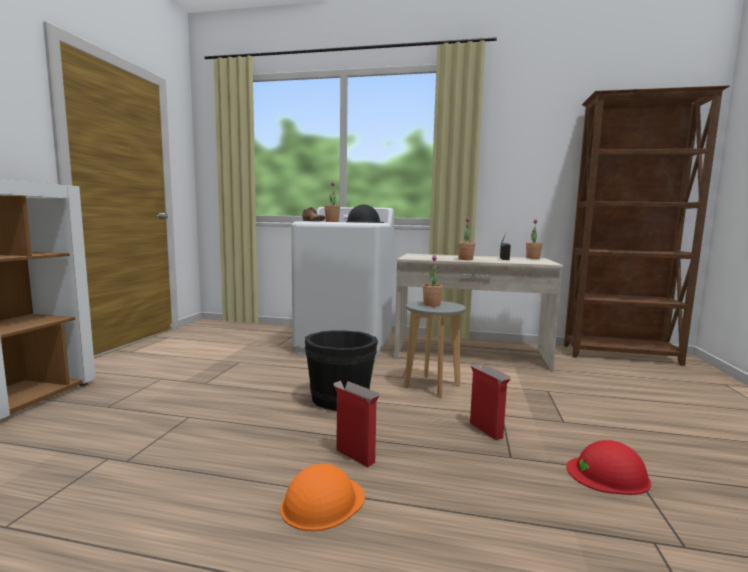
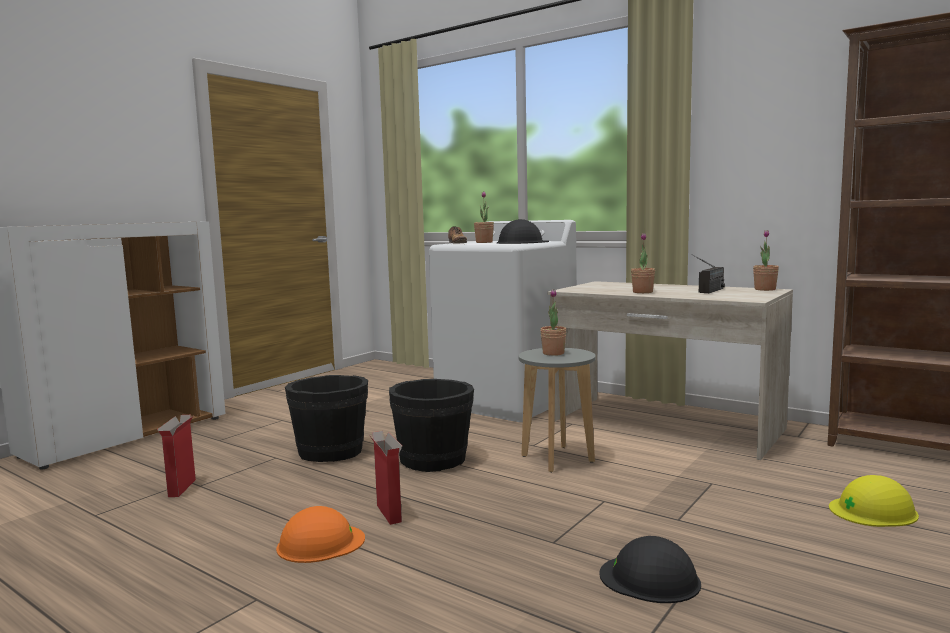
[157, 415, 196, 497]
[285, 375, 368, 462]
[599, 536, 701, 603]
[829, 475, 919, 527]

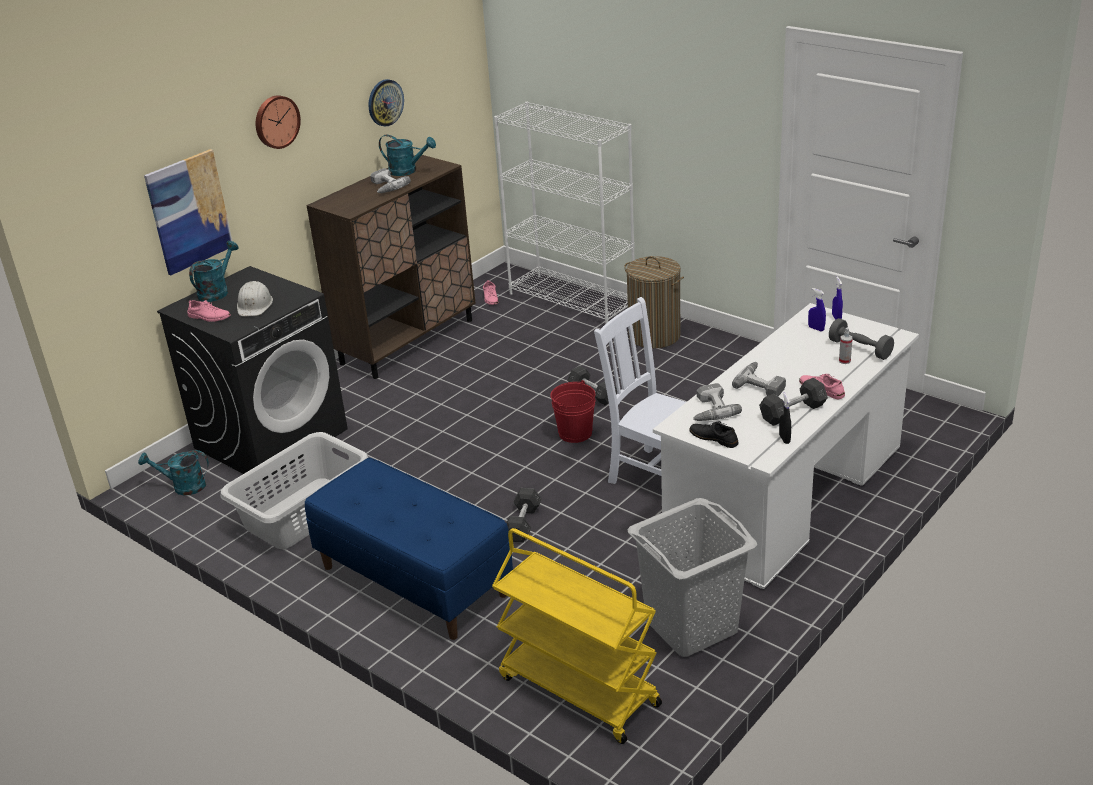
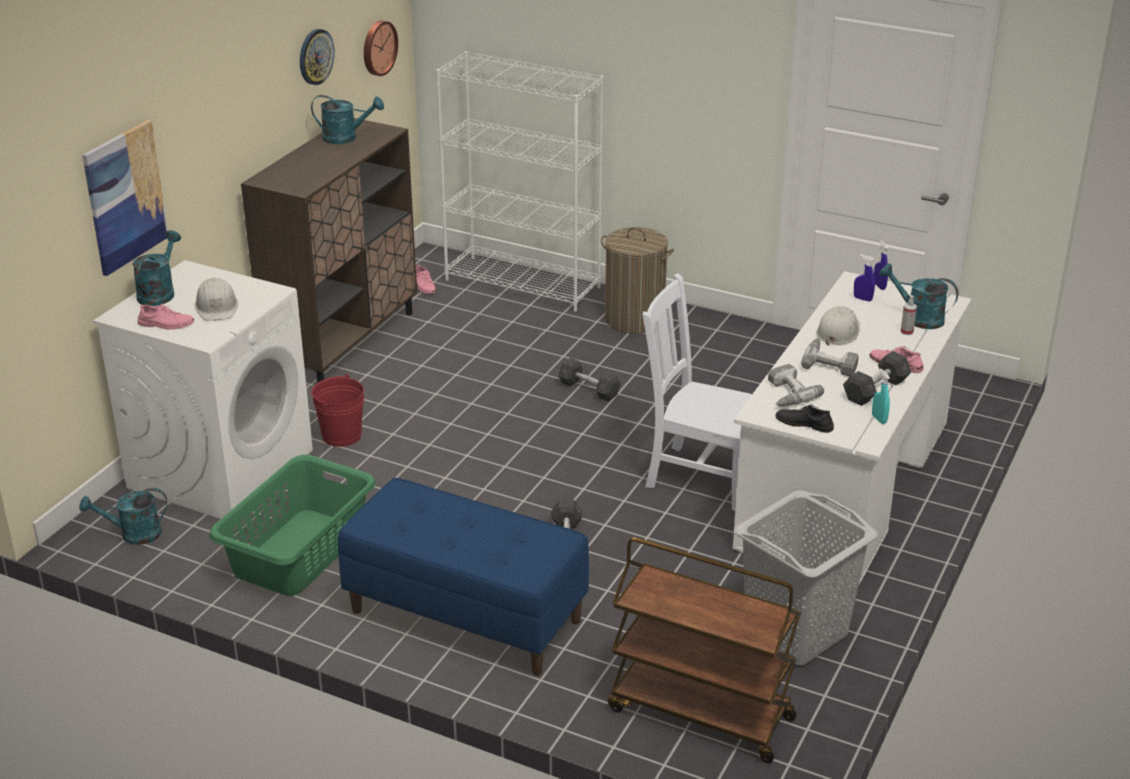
[93, 260, 313, 519]
[209, 454, 376, 596]
[311, 374, 364, 447]
[364, 21, 398, 76]
[608, 537, 801, 763]
[816, 306, 860, 346]
[872, 368, 890, 424]
[879, 263, 958, 329]
[370, 168, 411, 193] (first image)

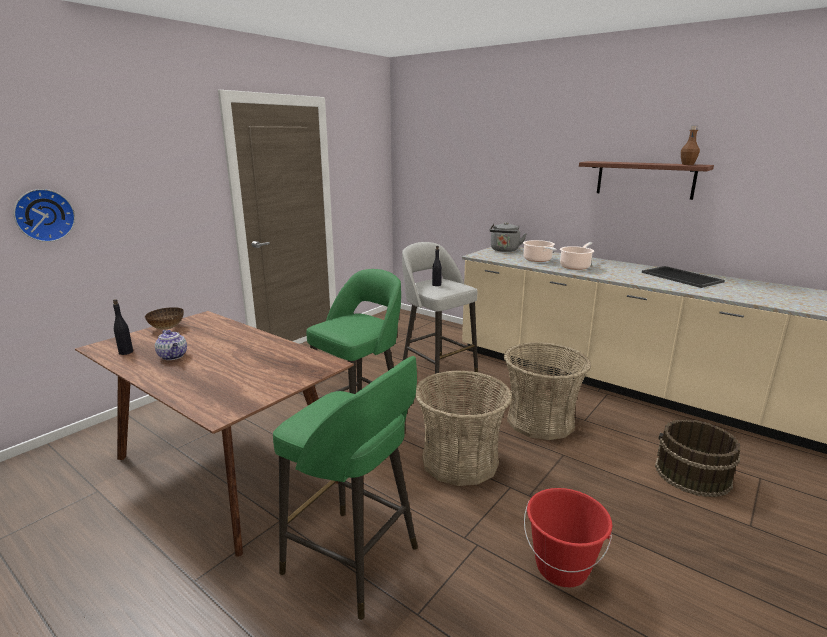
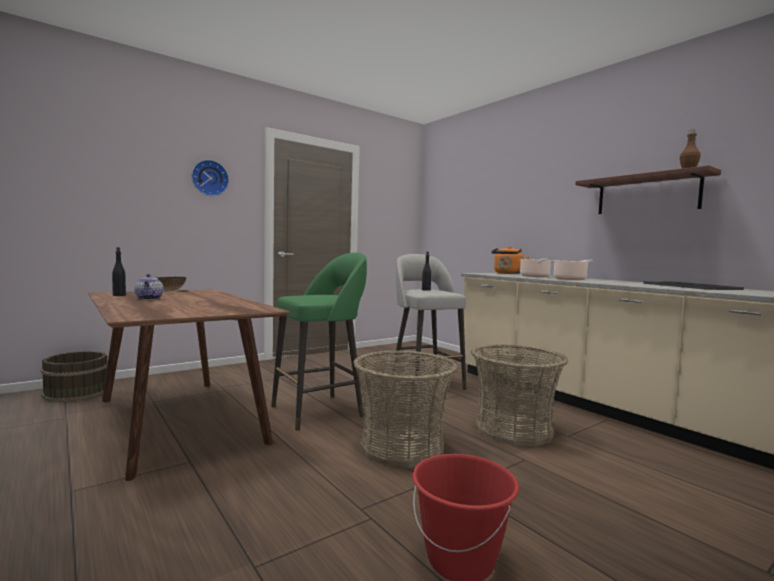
[41, 351, 108, 402]
[192, 160, 229, 197]
[491, 246, 529, 274]
[273, 356, 418, 620] (first image)

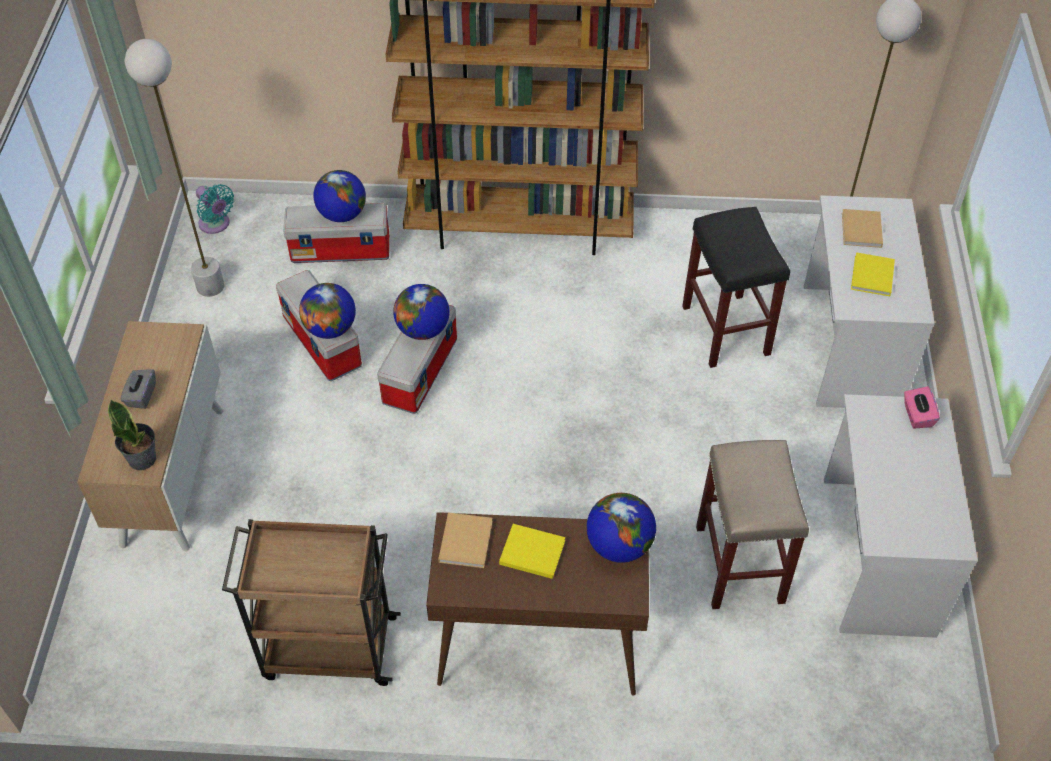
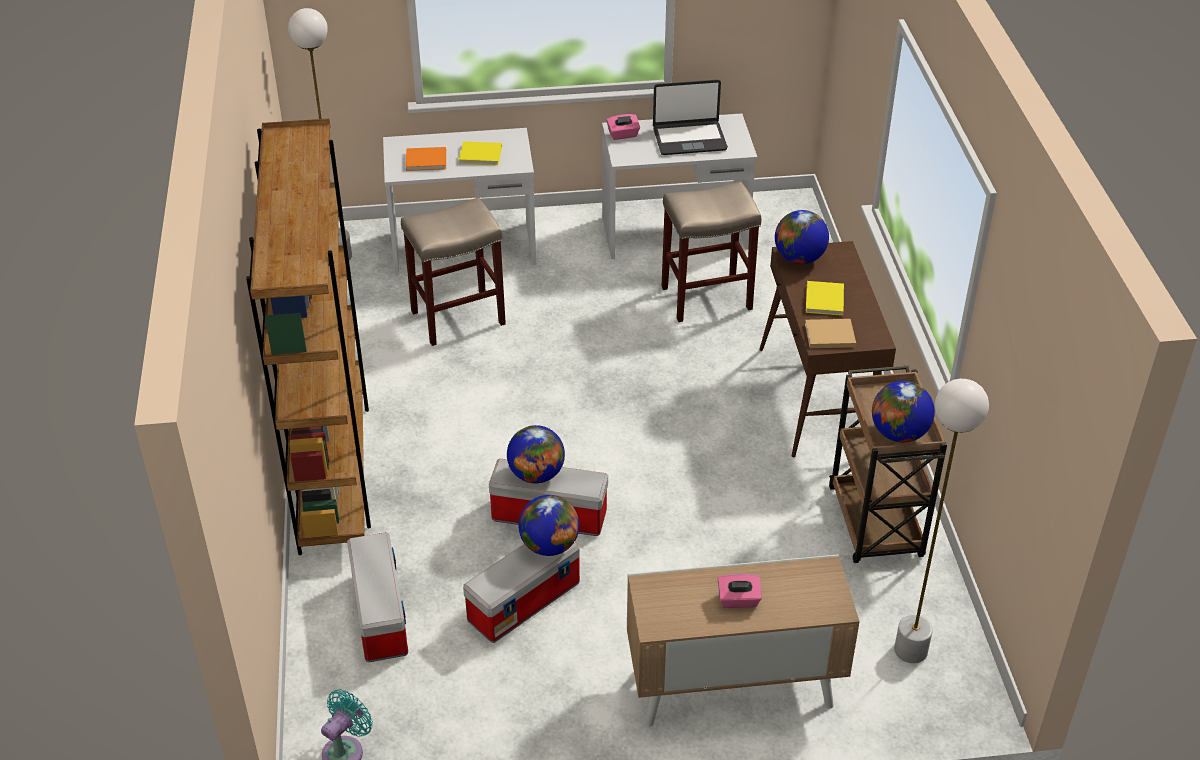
[401, 198, 506, 346]
[406, 147, 446, 171]
[653, 80, 728, 155]
[718, 574, 762, 608]
[872, 381, 935, 442]
[894, 379, 989, 663]
[108, 400, 156, 470] (first image)

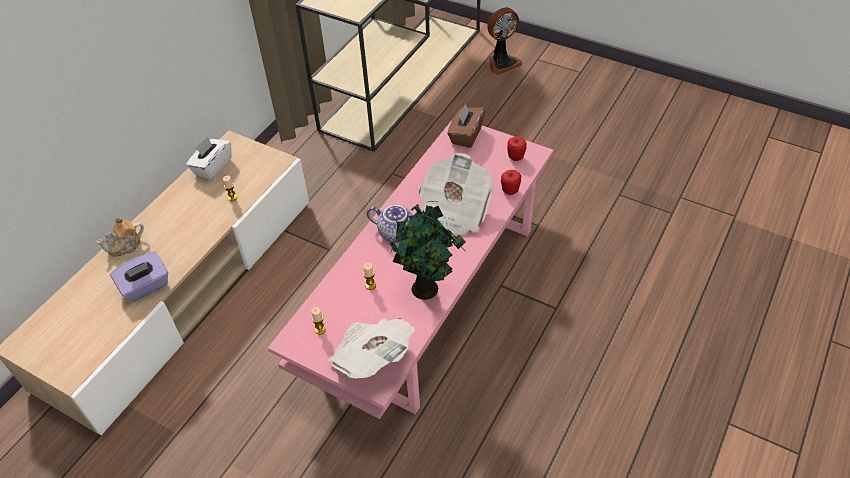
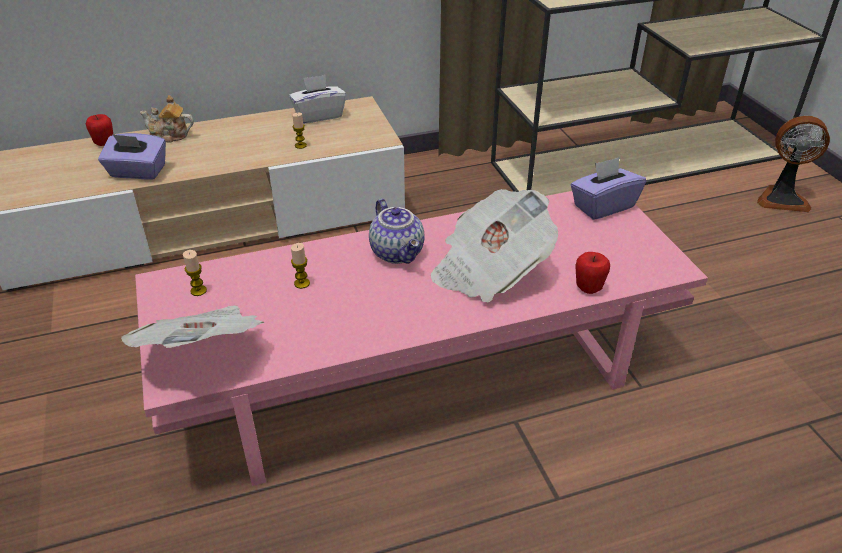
[86, 114, 113, 146]
[570, 157, 646, 220]
[390, 201, 466, 300] (first image)

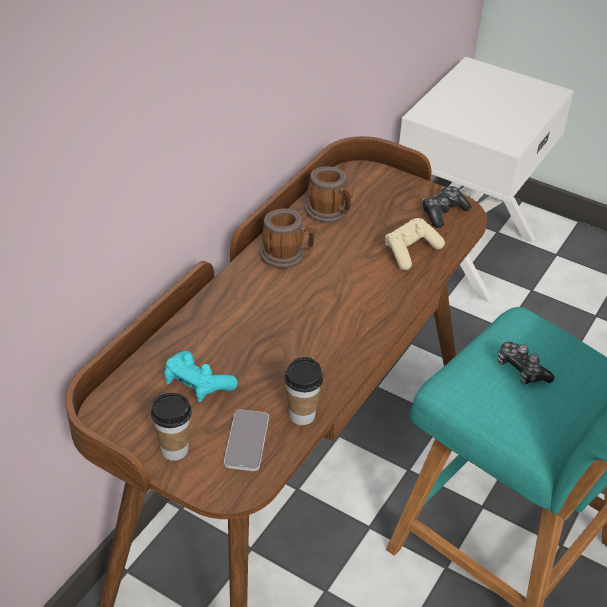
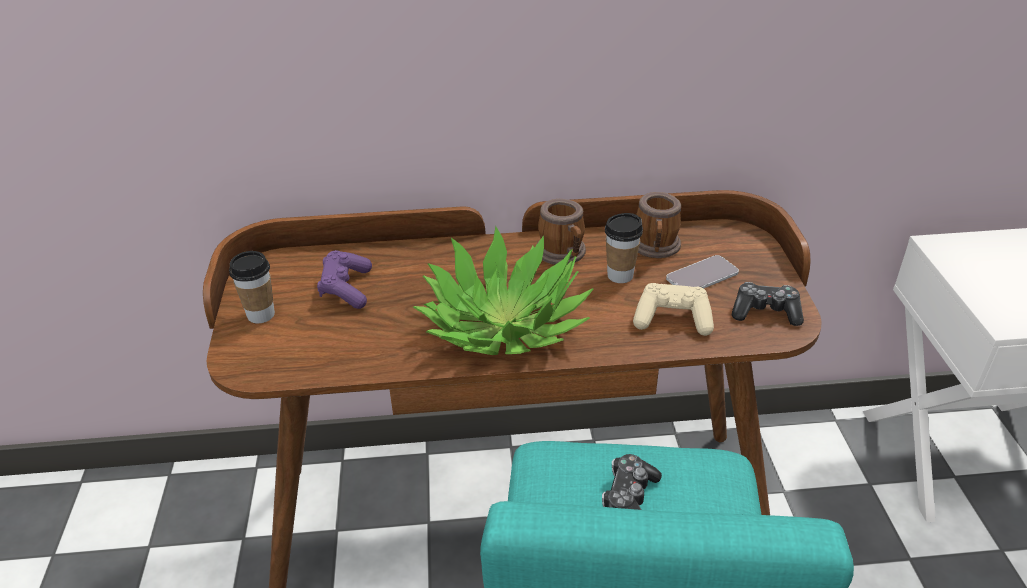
[317, 250, 372, 309]
[413, 226, 594, 355]
[605, 213, 643, 283]
[666, 255, 739, 288]

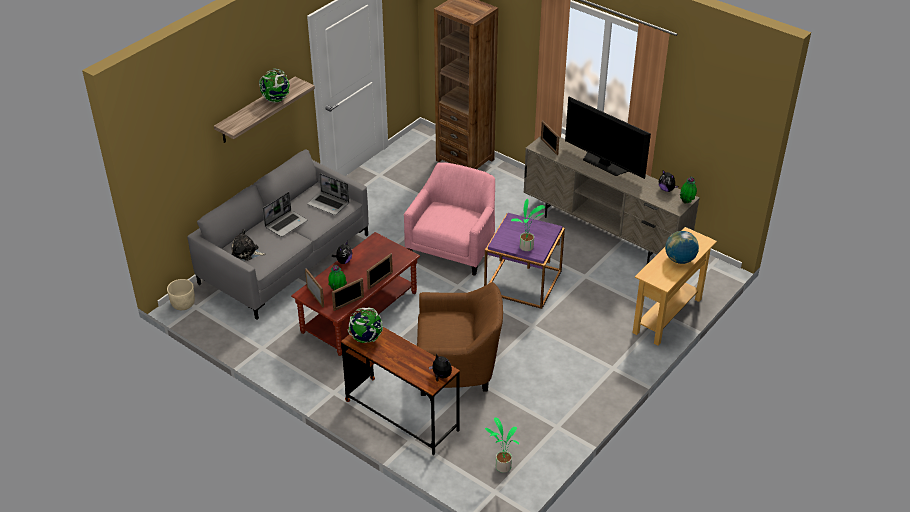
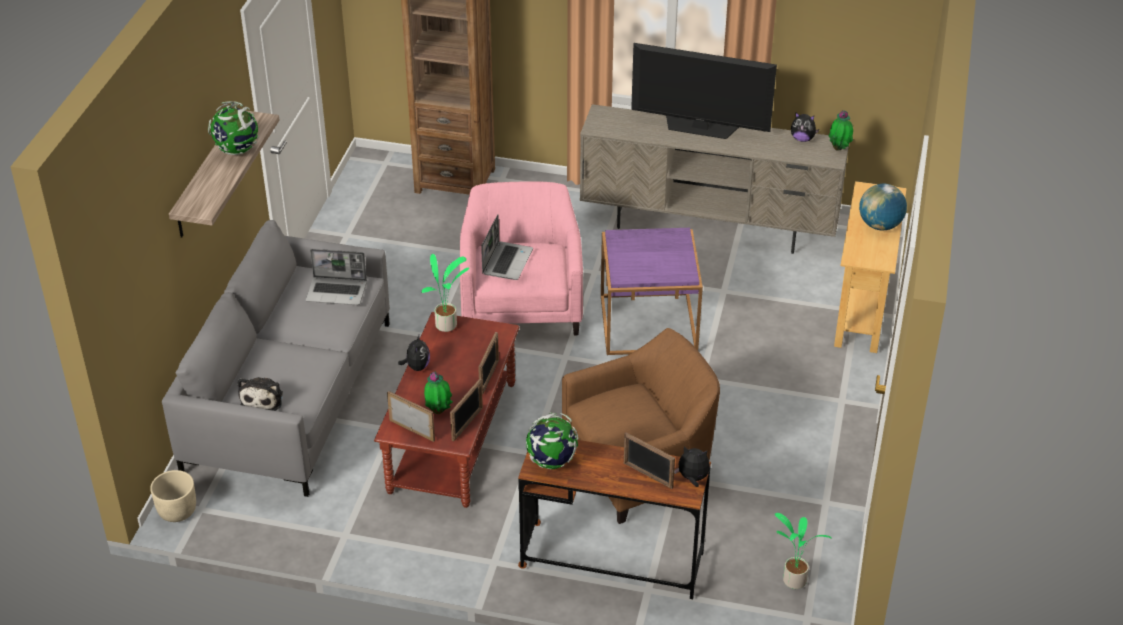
[238, 377, 283, 411]
[421, 254, 469, 332]
[481, 214, 533, 280]
[624, 432, 675, 489]

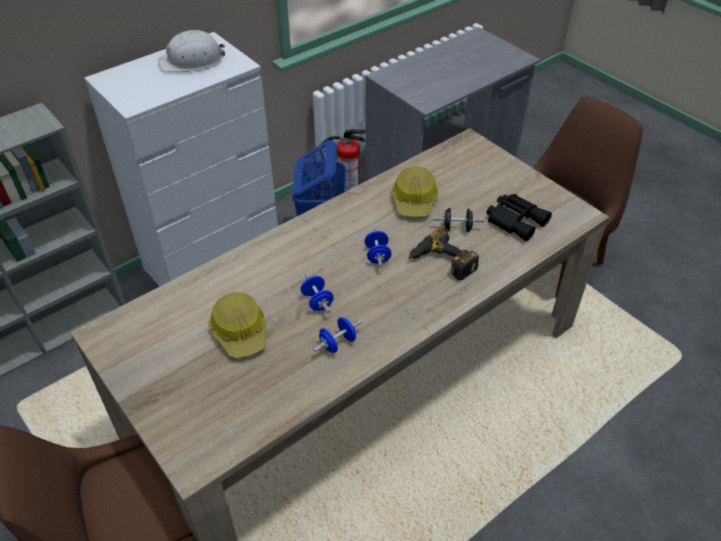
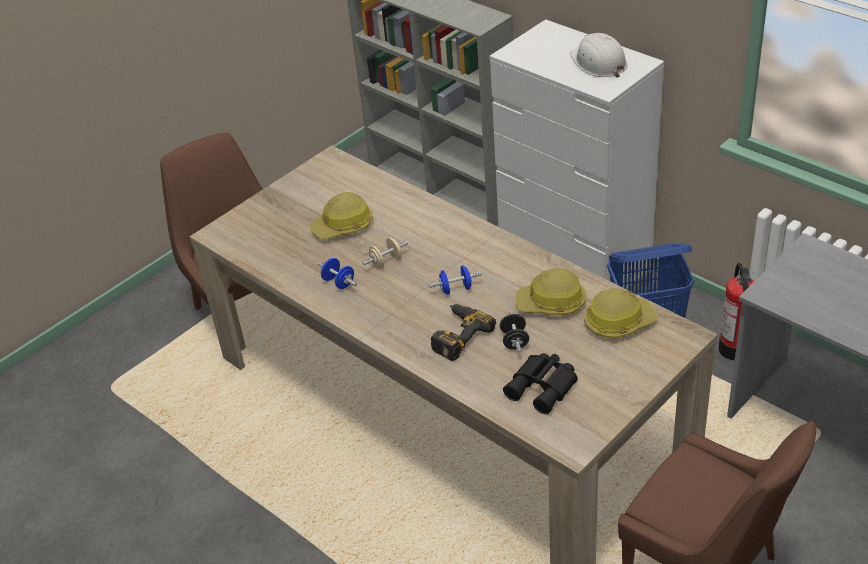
[362, 237, 408, 268]
[584, 288, 658, 339]

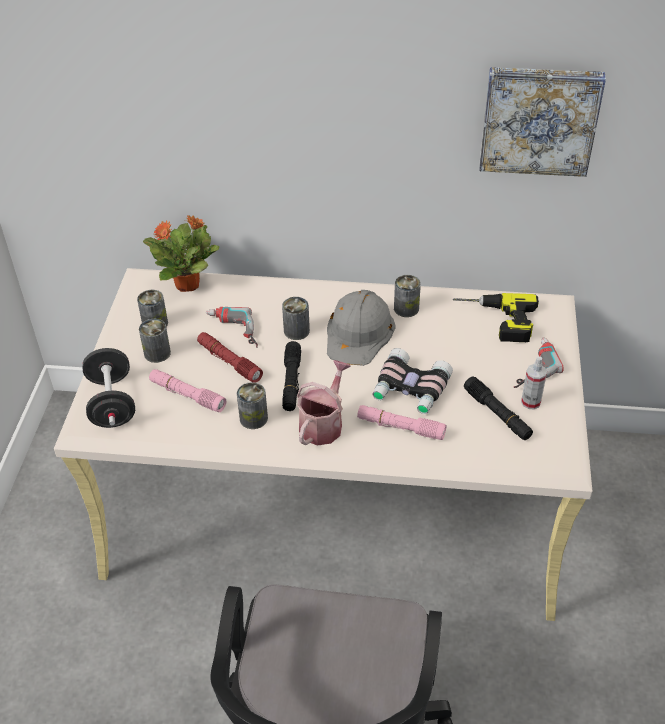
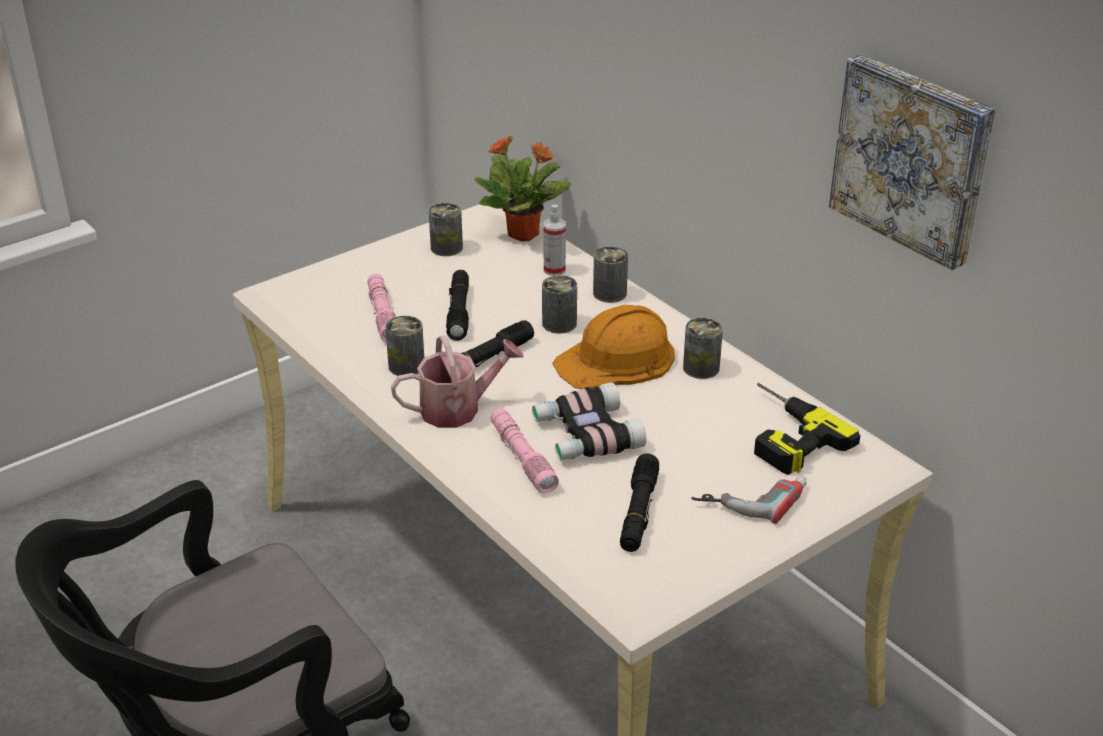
[446, 270, 469, 341]
[543, 205, 566, 276]
[552, 305, 675, 389]
[593, 246, 628, 303]
[82, 348, 135, 428] (first image)
[206, 307, 258, 348] (first image)

